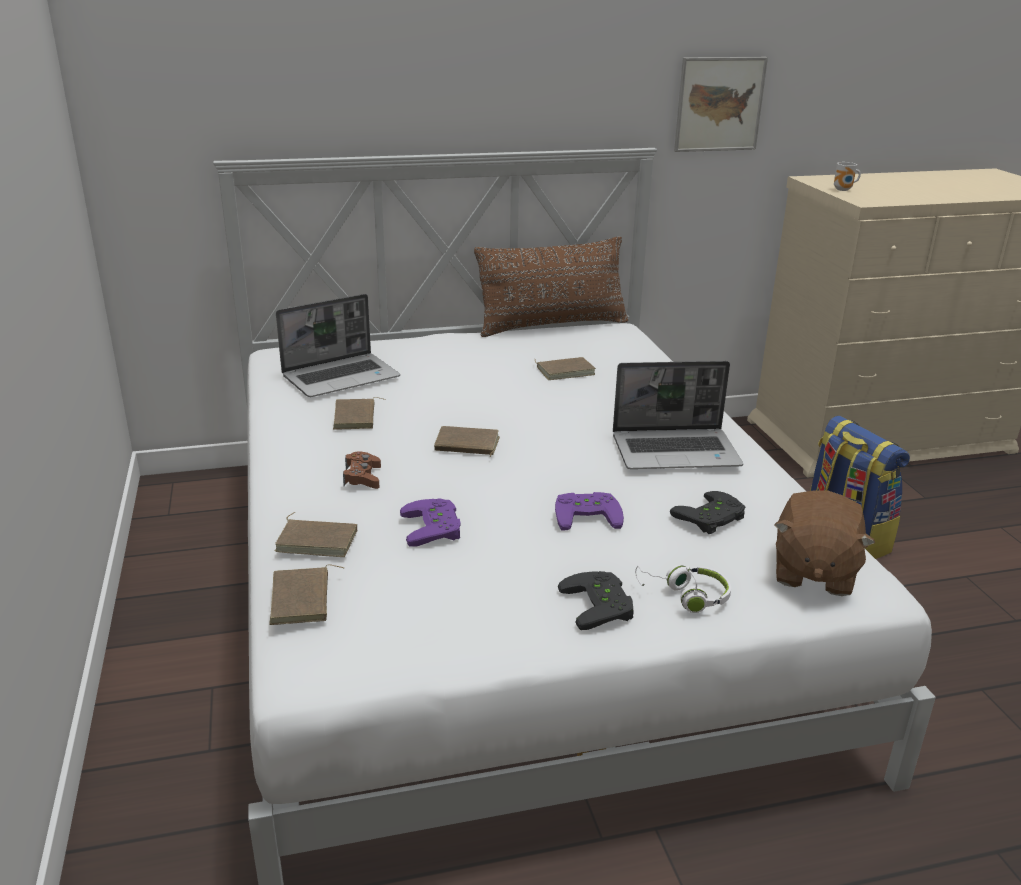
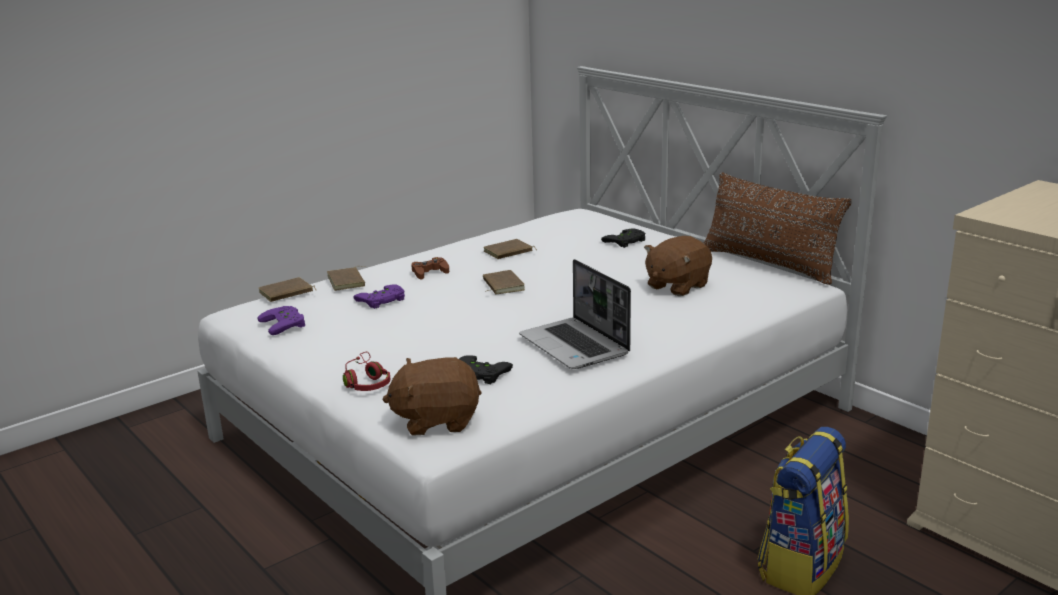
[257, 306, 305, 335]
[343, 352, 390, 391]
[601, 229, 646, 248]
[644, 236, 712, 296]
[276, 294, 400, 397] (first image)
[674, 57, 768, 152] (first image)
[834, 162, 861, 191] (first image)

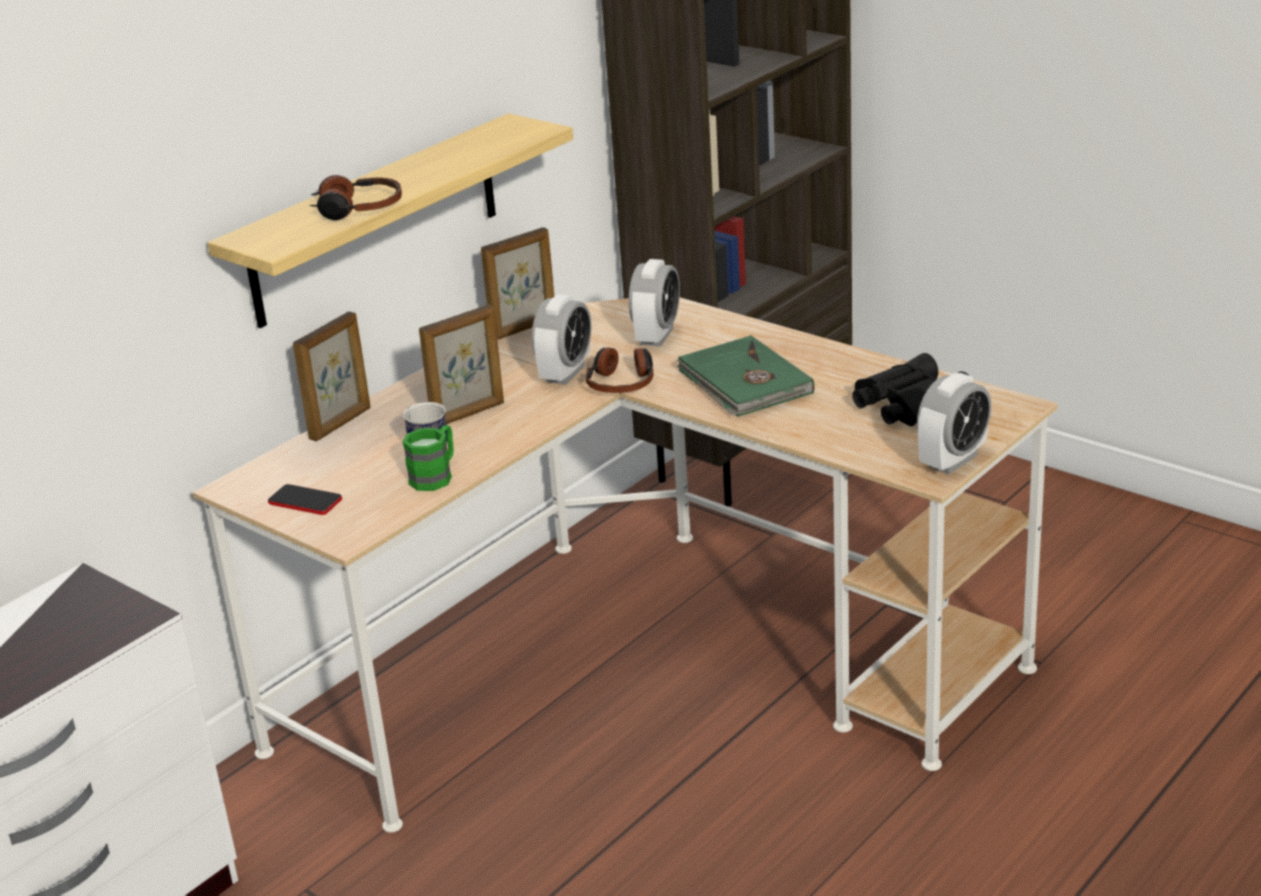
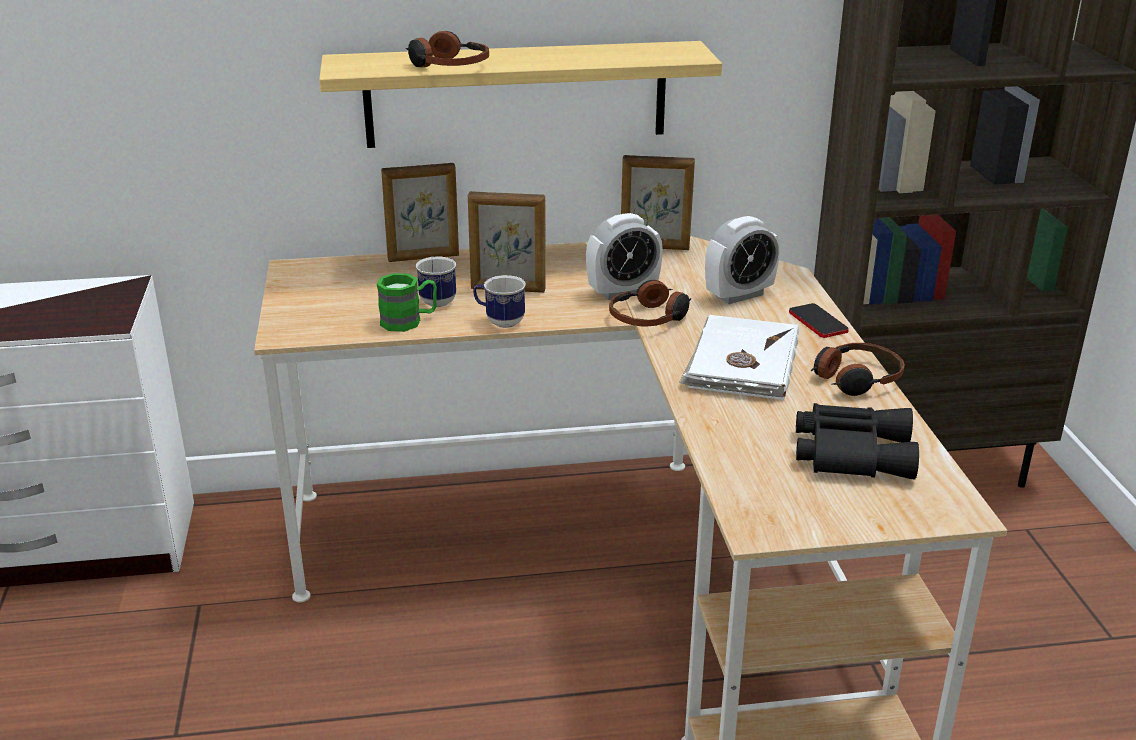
[473, 275, 526, 328]
[679, 315, 799, 400]
[789, 303, 849, 338]
[811, 343, 905, 396]
[917, 373, 992, 475] (first image)

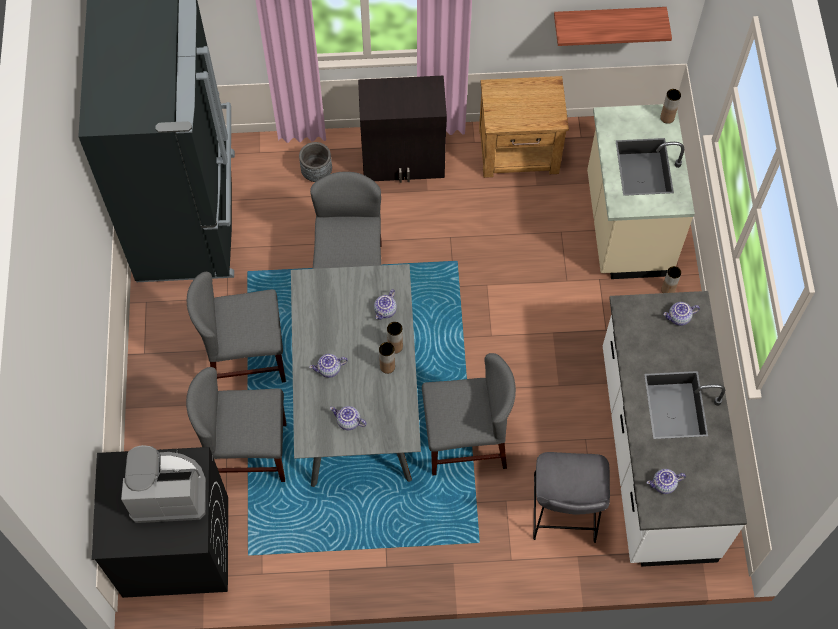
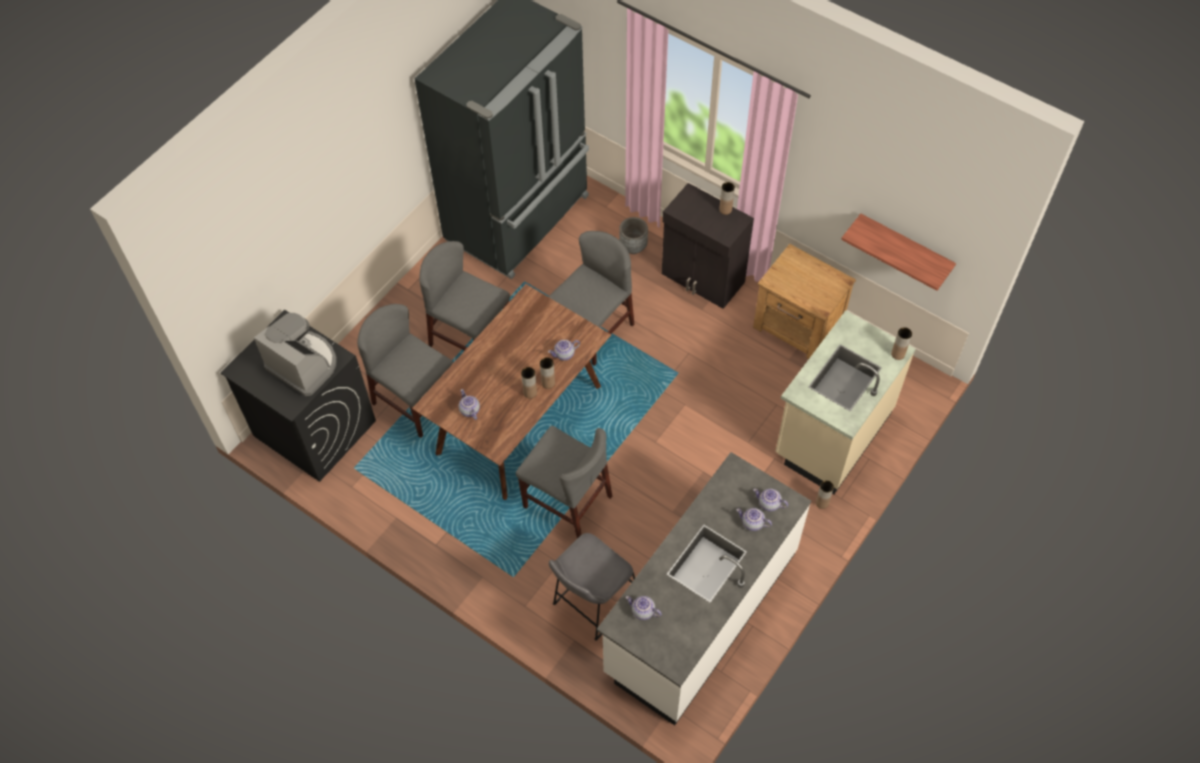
[412, 284, 611, 500]
[719, 182, 735, 215]
[736, 508, 772, 531]

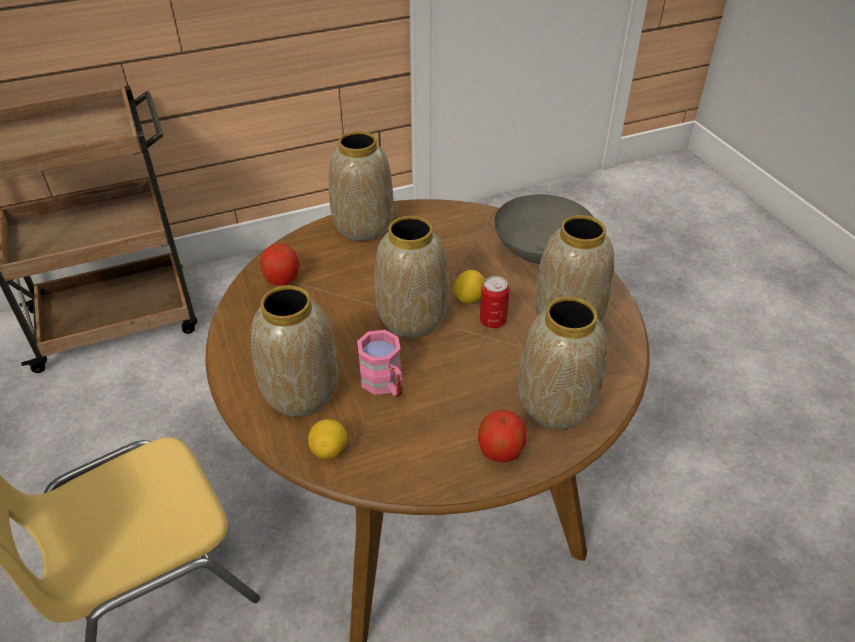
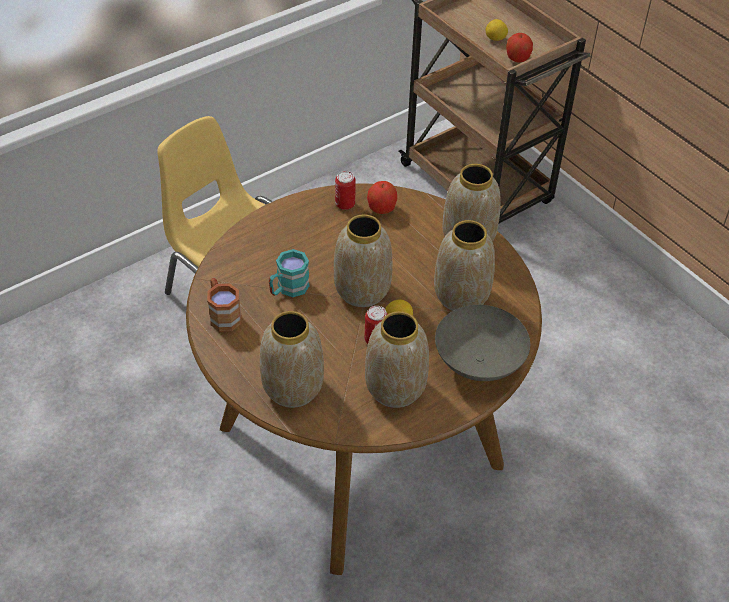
[207, 278, 241, 332]
[269, 249, 310, 297]
[335, 171, 356, 210]
[434, 220, 495, 311]
[486, 19, 508, 41]
[506, 33, 533, 62]

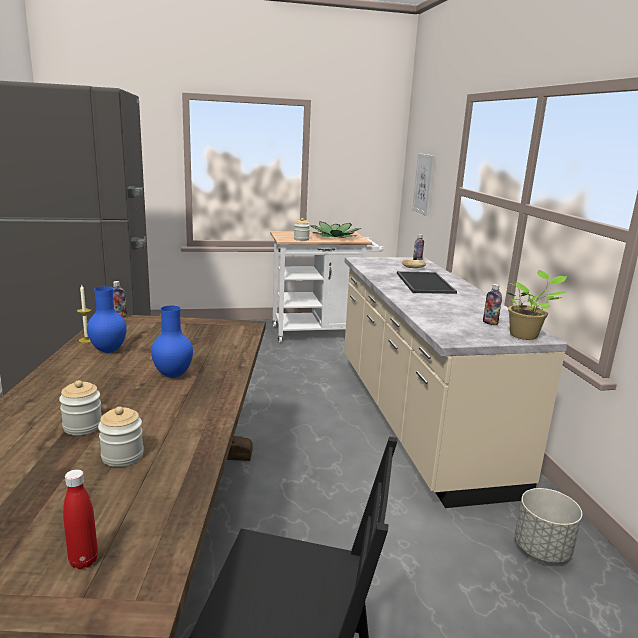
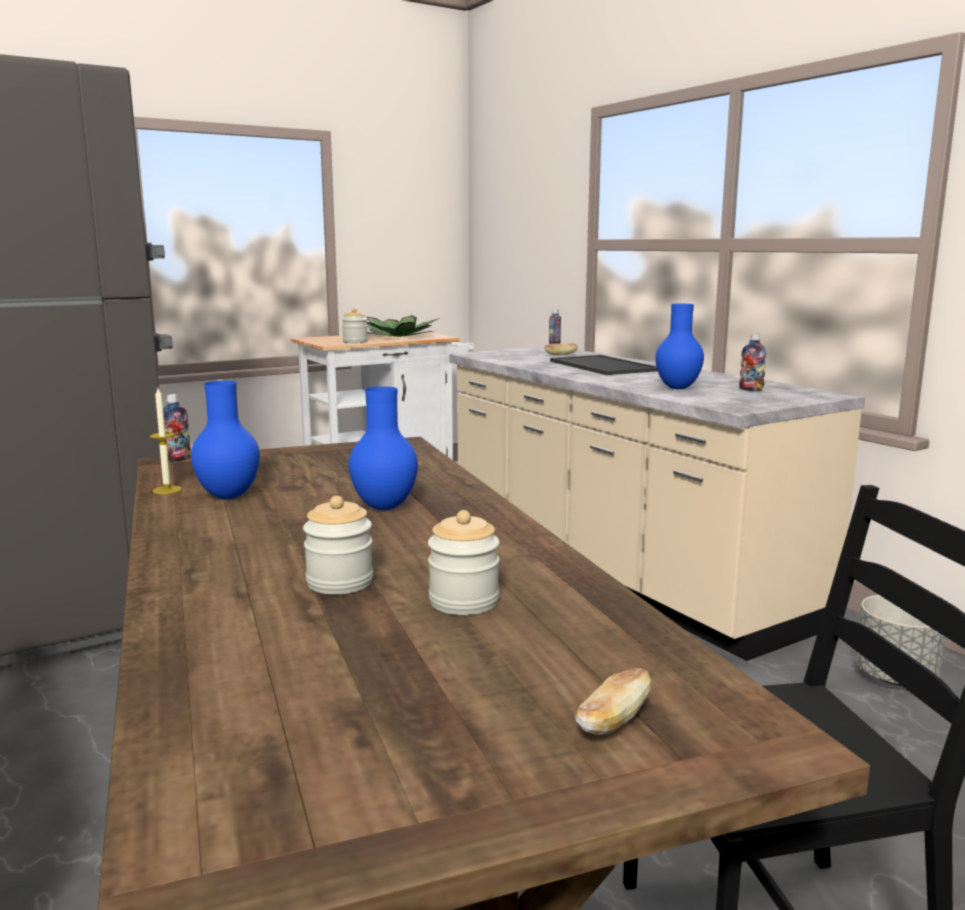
[575, 668, 651, 735]
[655, 304, 704, 389]
[412, 153, 435, 216] (first image)
[507, 270, 567, 340] (first image)

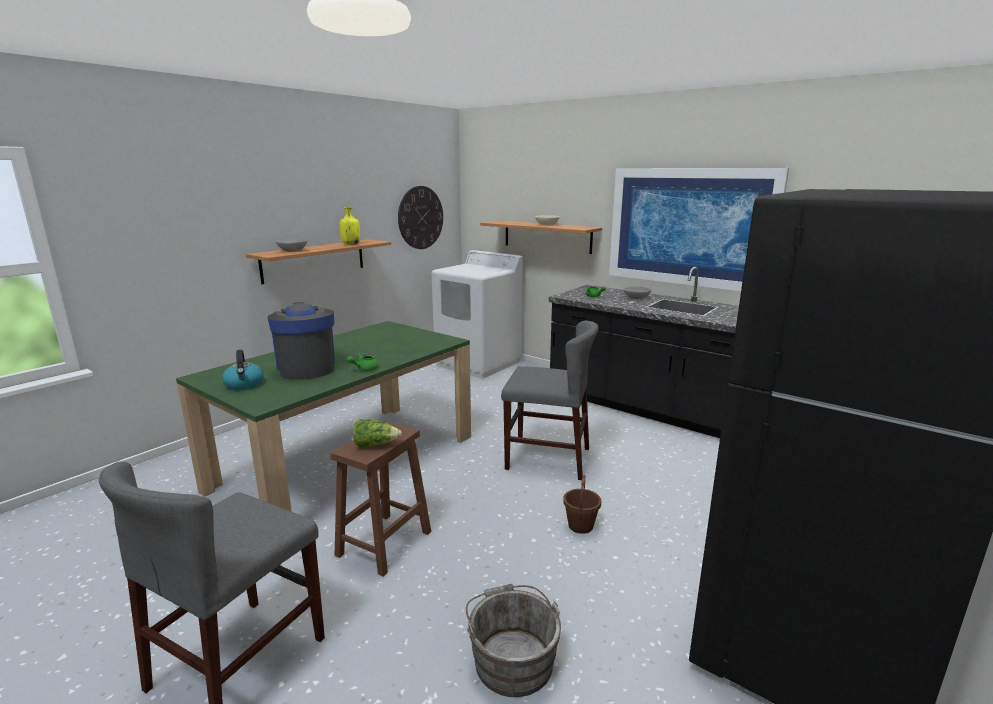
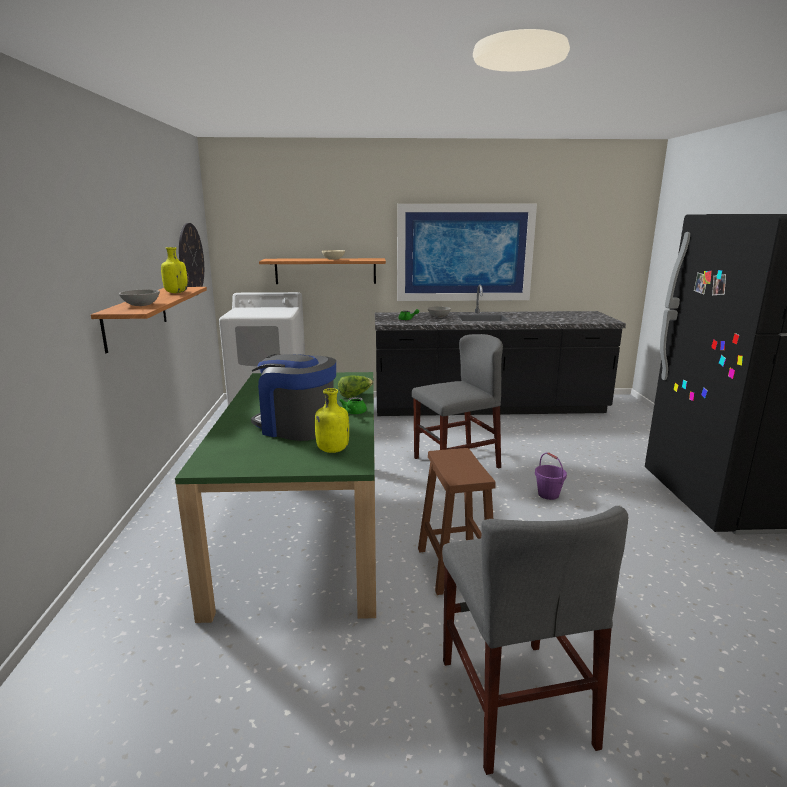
[315, 388, 349, 453]
[338, 375, 373, 398]
[535, 452, 567, 500]
[222, 350, 264, 390] (first image)
[466, 584, 561, 697] (first image)

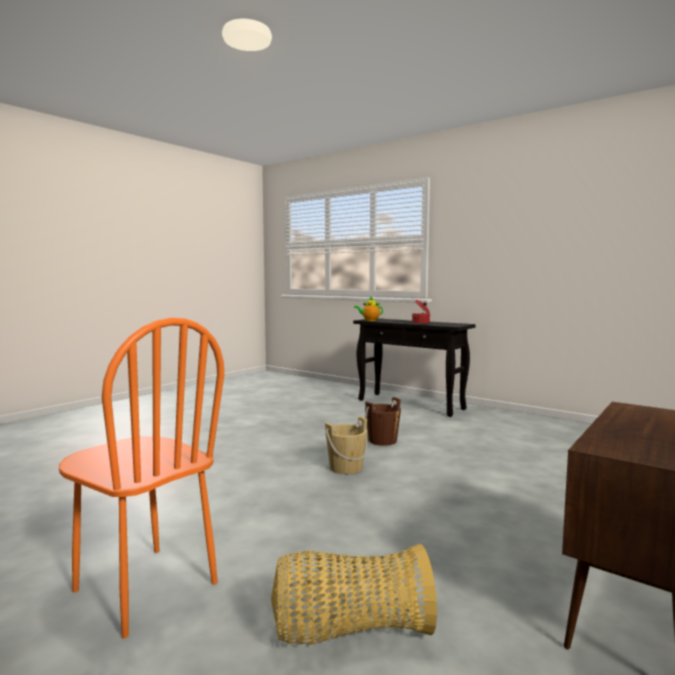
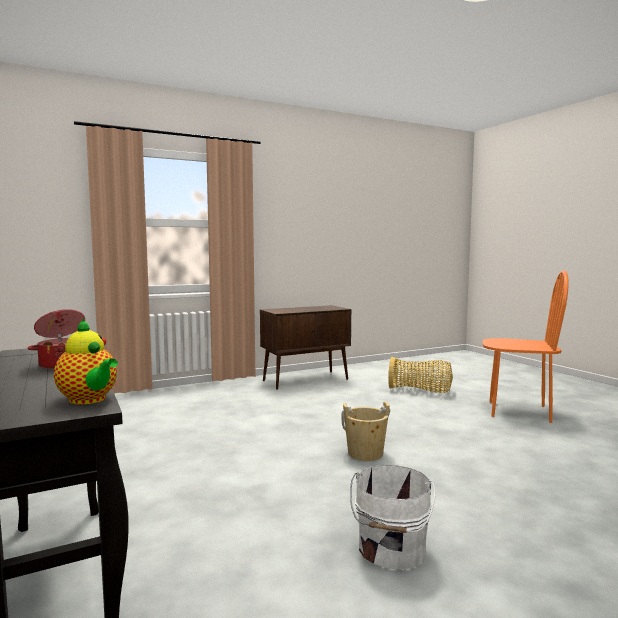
[350, 465, 436, 570]
[482, 271, 569, 423]
[365, 397, 401, 446] (first image)

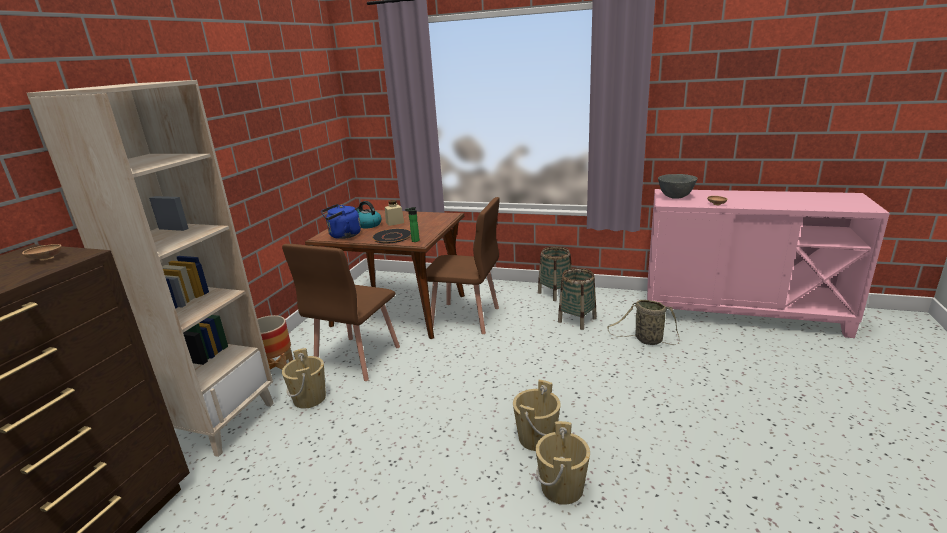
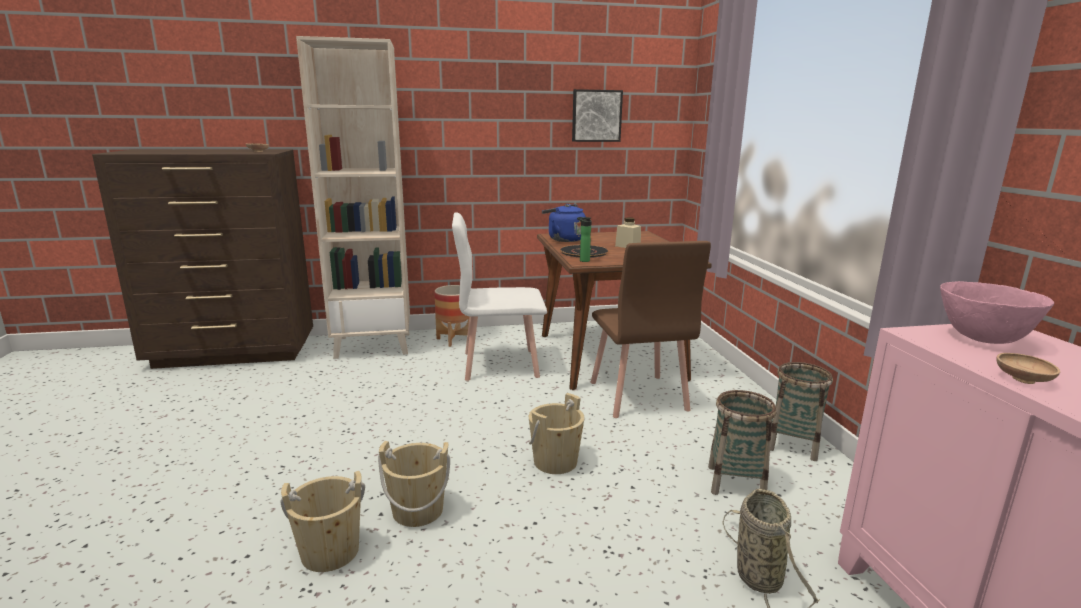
[452, 212, 547, 381]
[529, 393, 584, 474]
[572, 89, 623, 142]
[940, 281, 1054, 344]
[355, 201, 381, 228] (first image)

